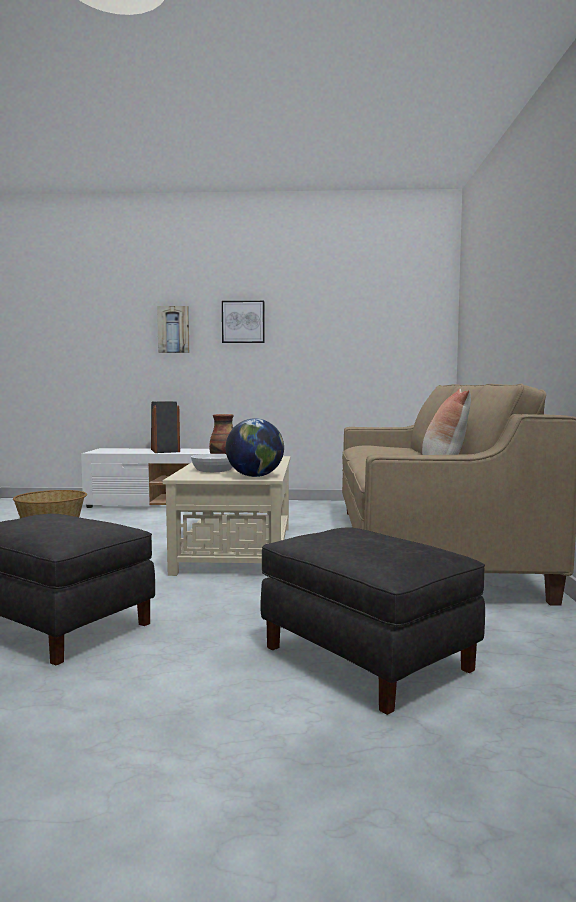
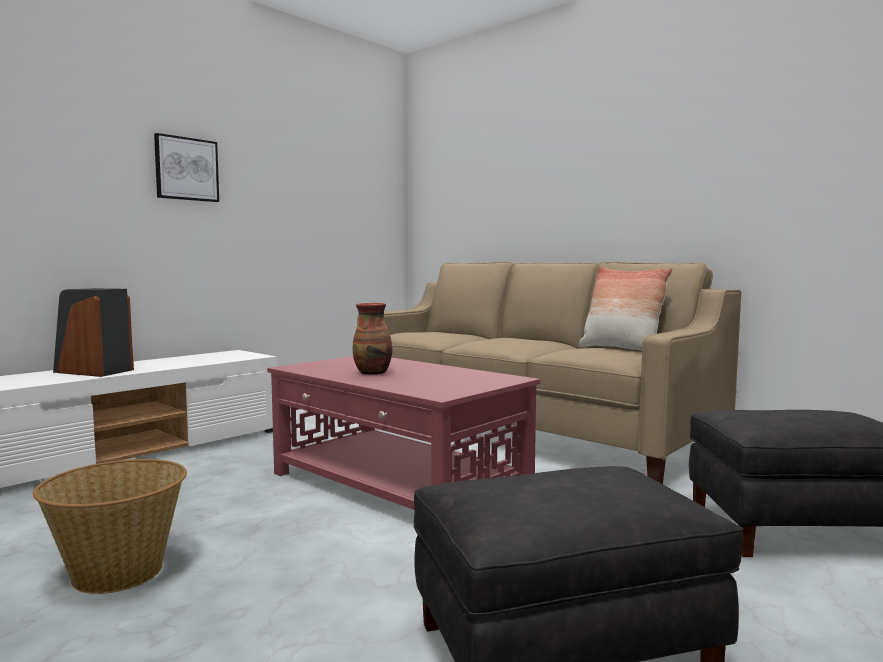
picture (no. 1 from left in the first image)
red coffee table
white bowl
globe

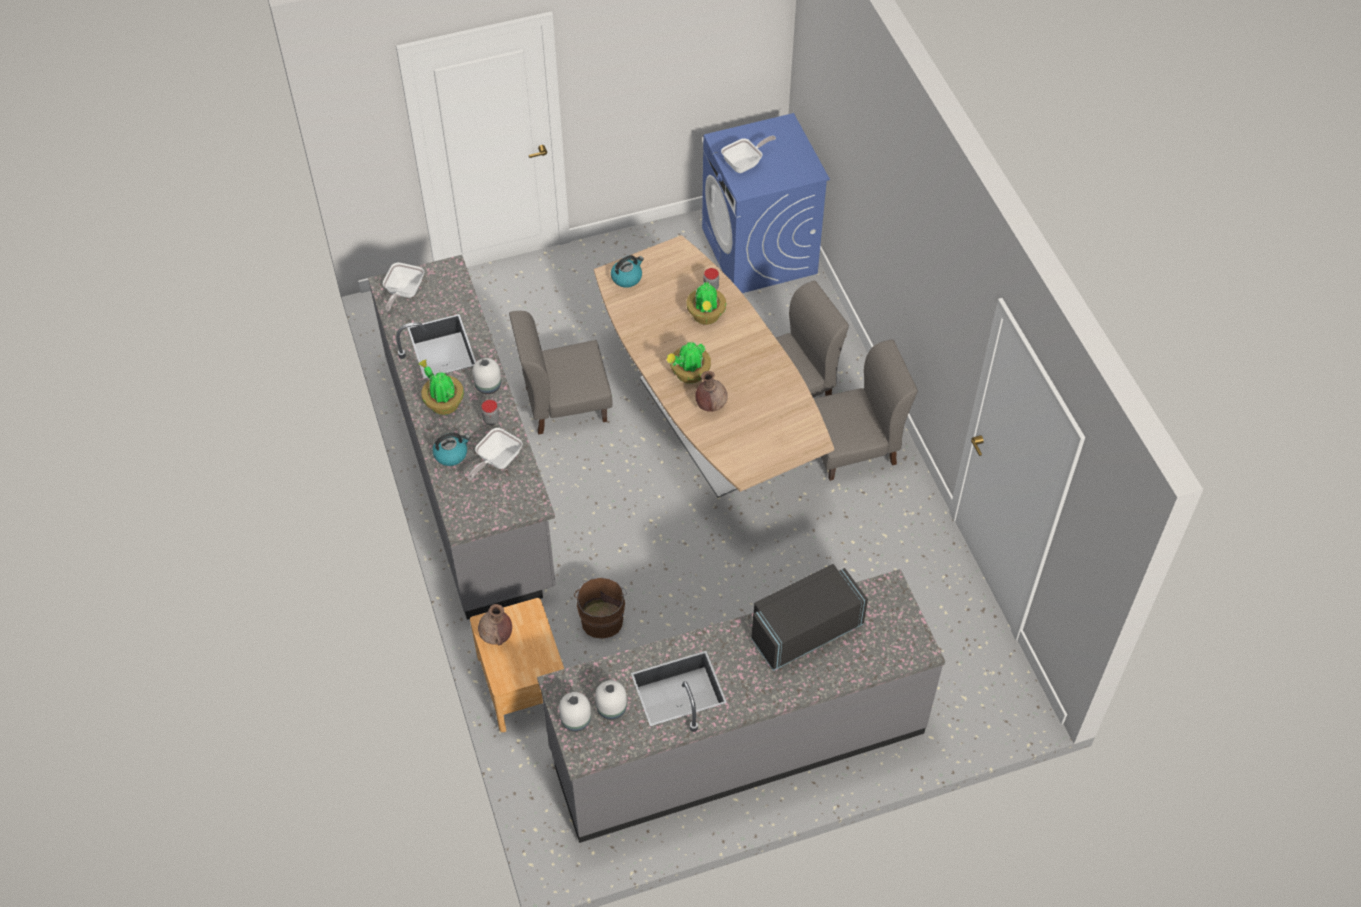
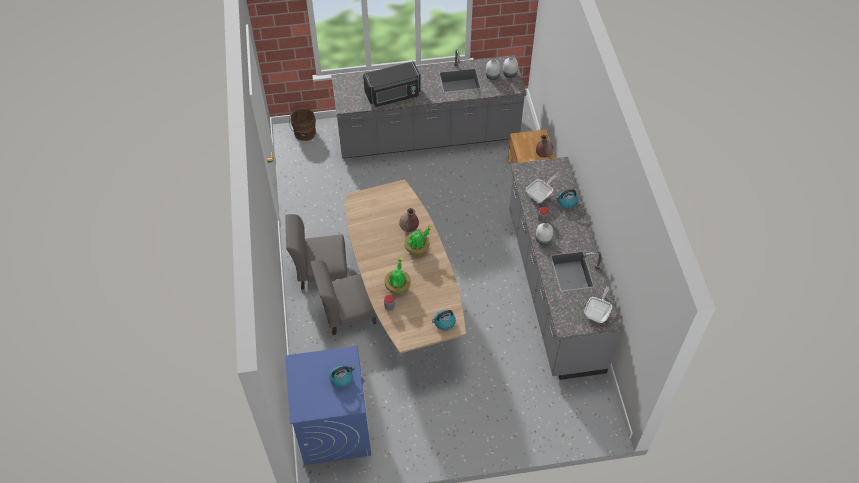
potted plant (no. 1 from left in the first image)
grey chair (no. 1 from left in the first image)
brown bucket
kettle (no. 1 from left)

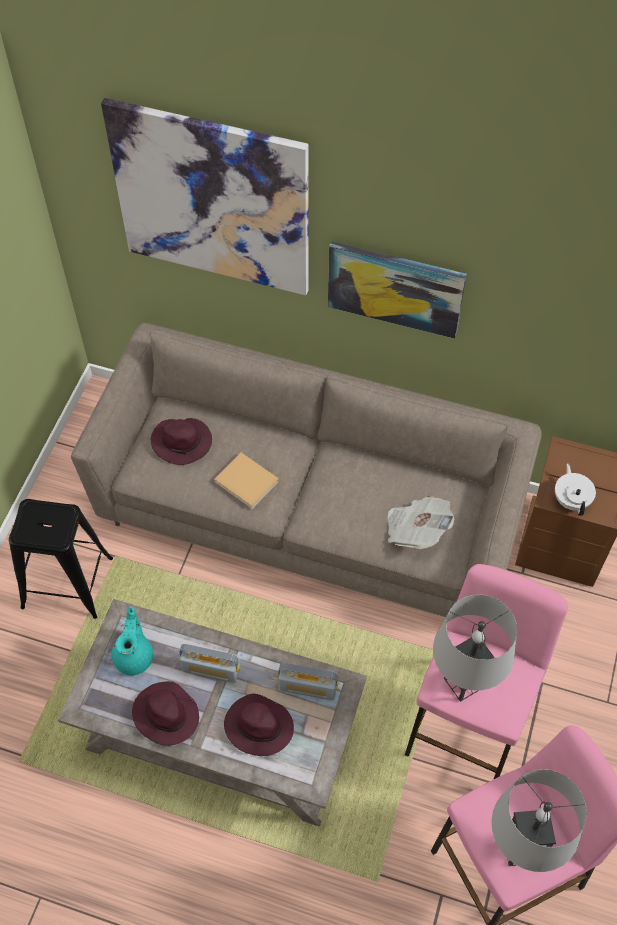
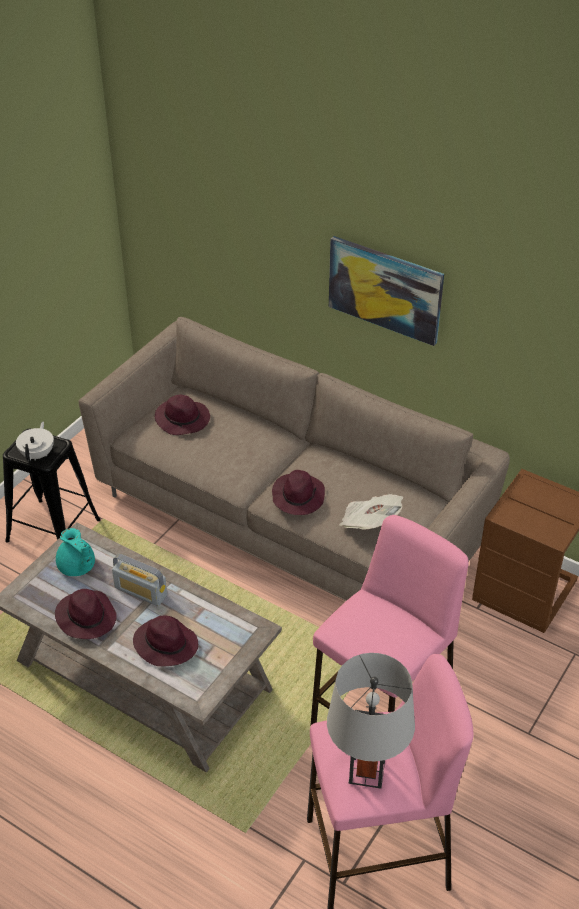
picture (no. 1 from left in the first image)
turquoise teapot
beige book
radio (no. 2 from left in the first image)
grey table lamp (no. 1 from left in the first image)
white teapot
purple hat (no. 4 from left)

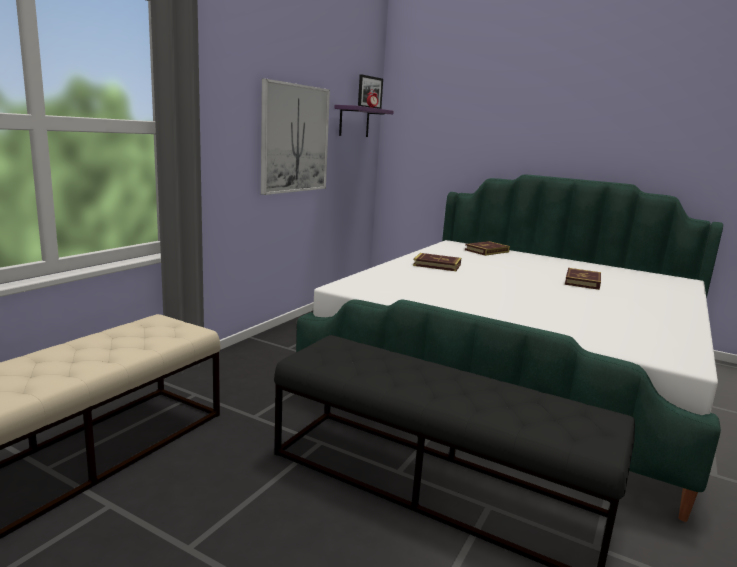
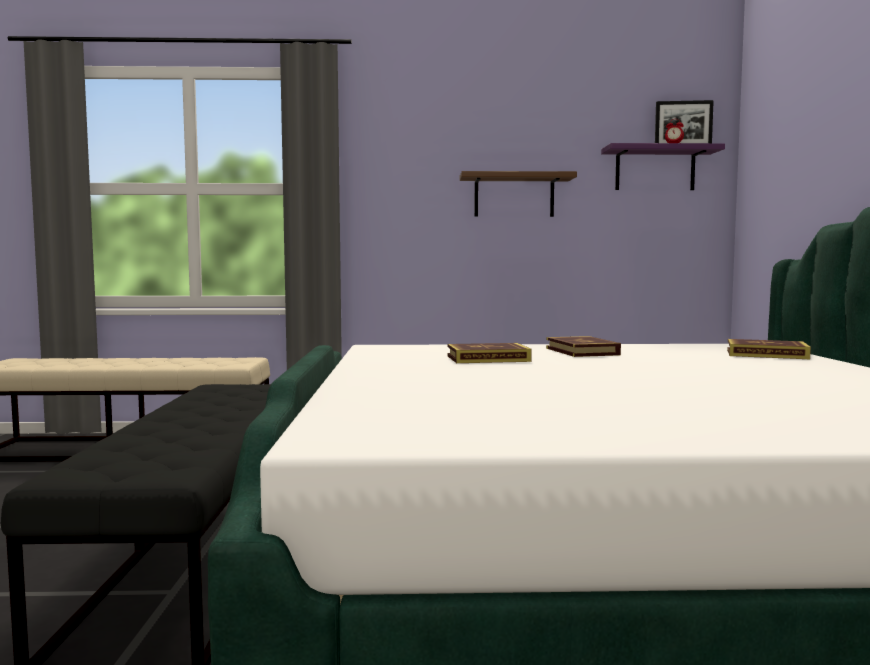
brown shelf
book (no. 1 from left)

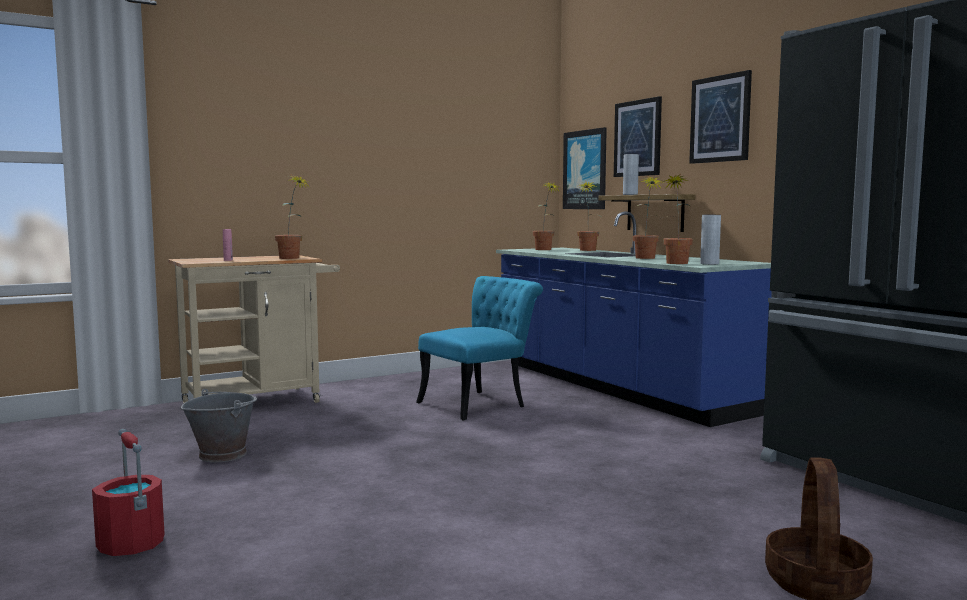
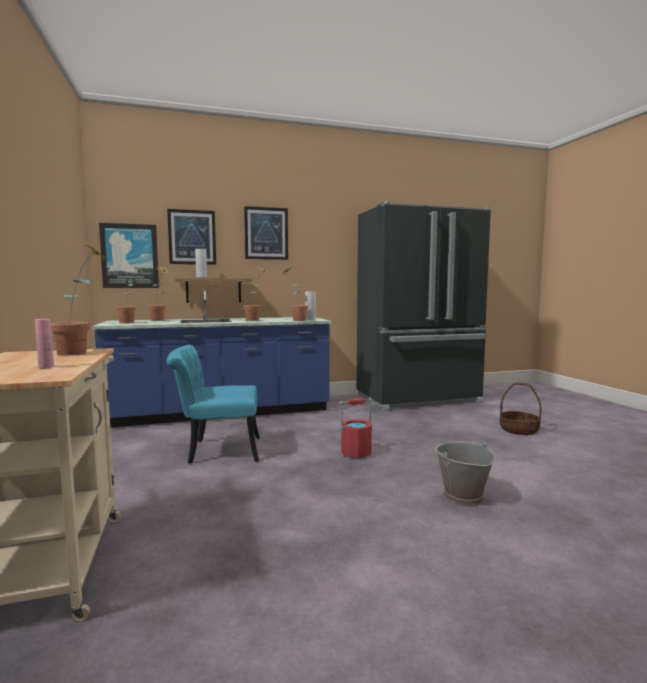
red bucket
grey bucket
turquoise chair

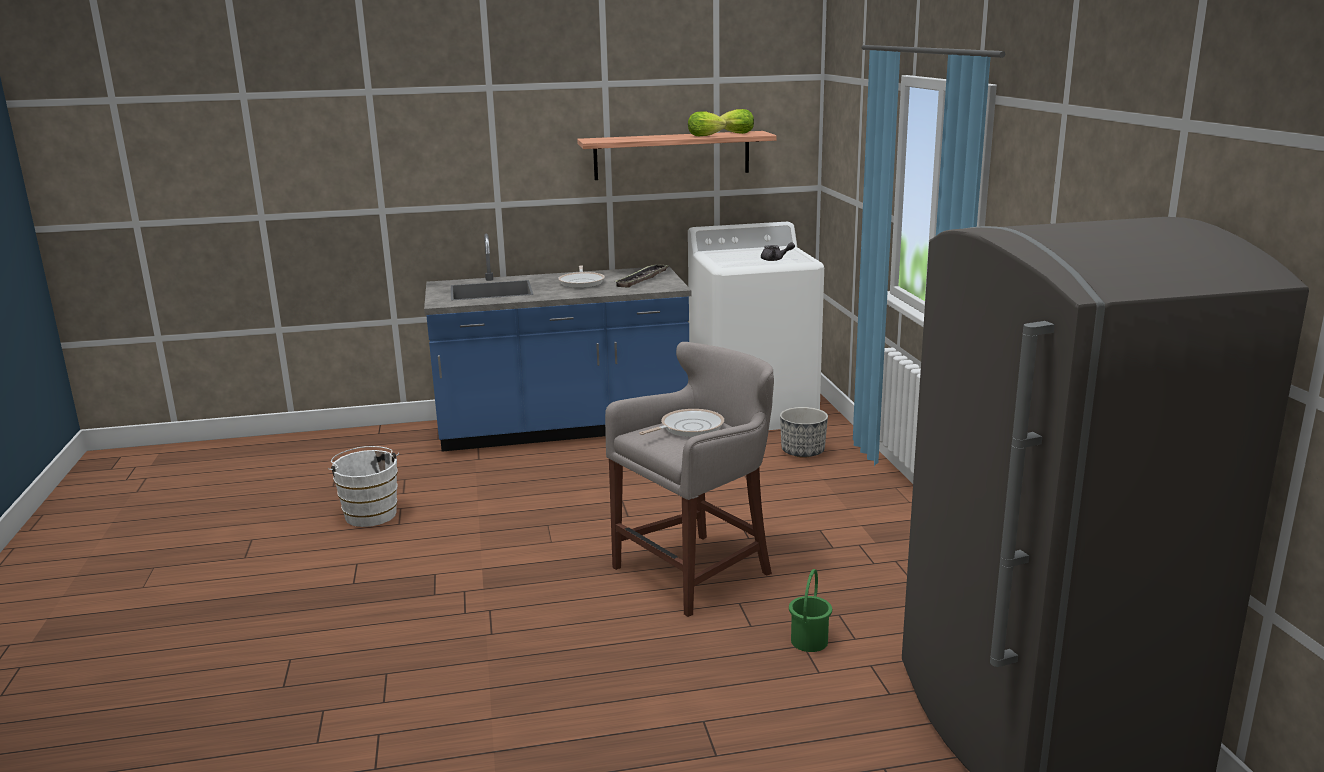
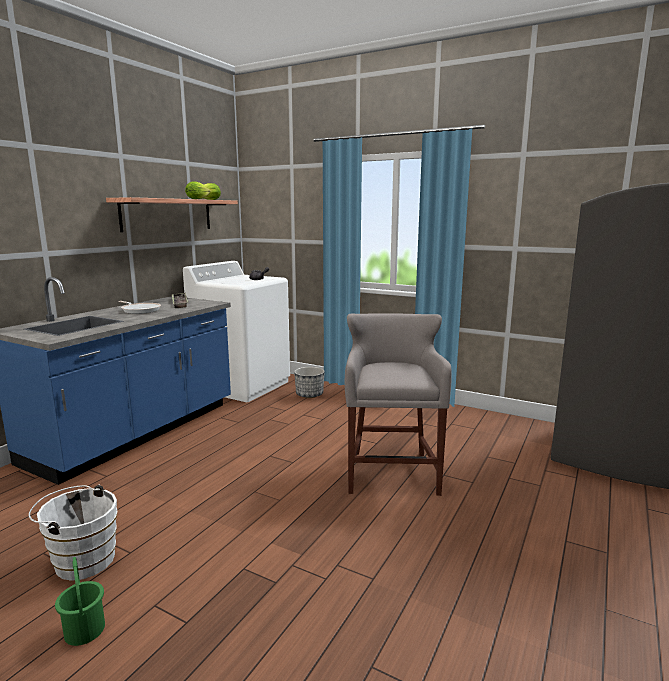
frying pan (no. 2 from left in the first image)
green bucket

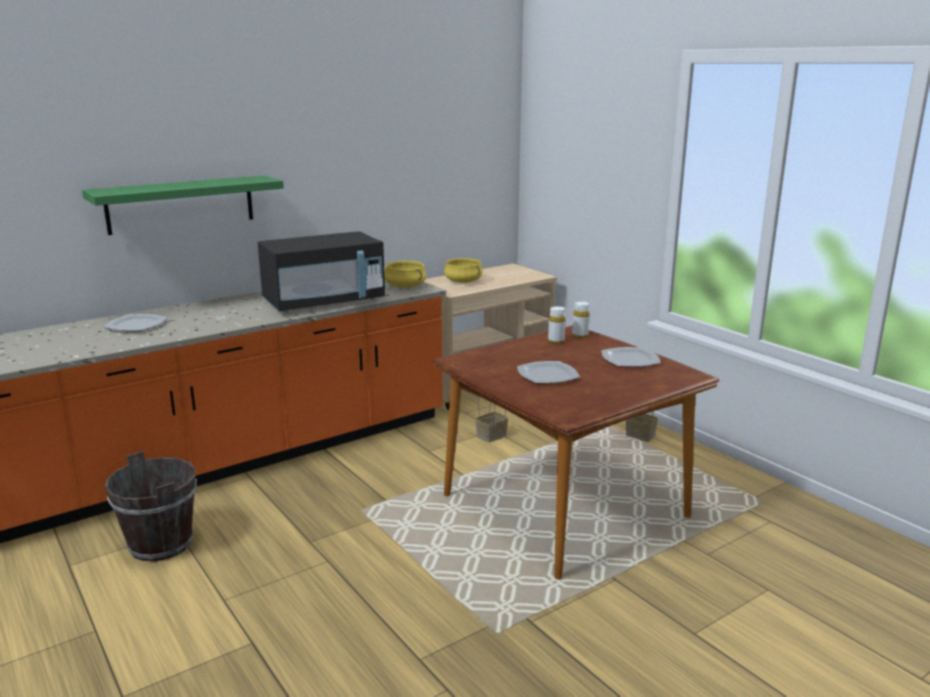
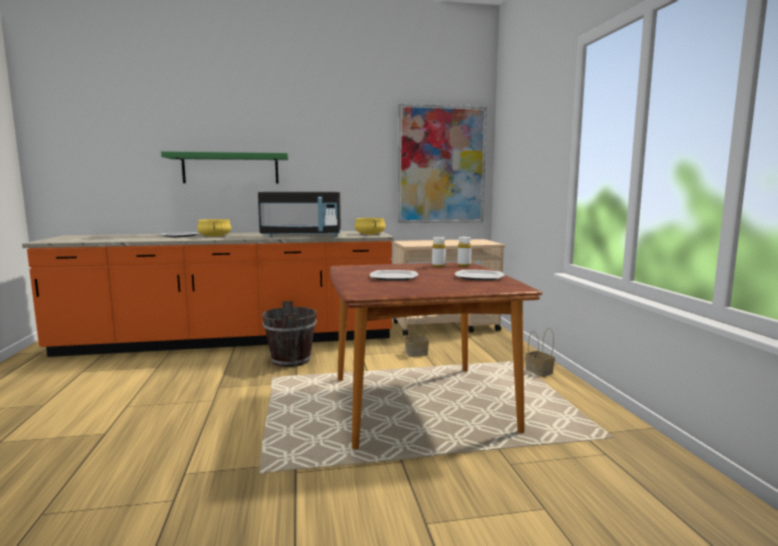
brown bucket
yellow cooking pot (no. 1 from left)
picture

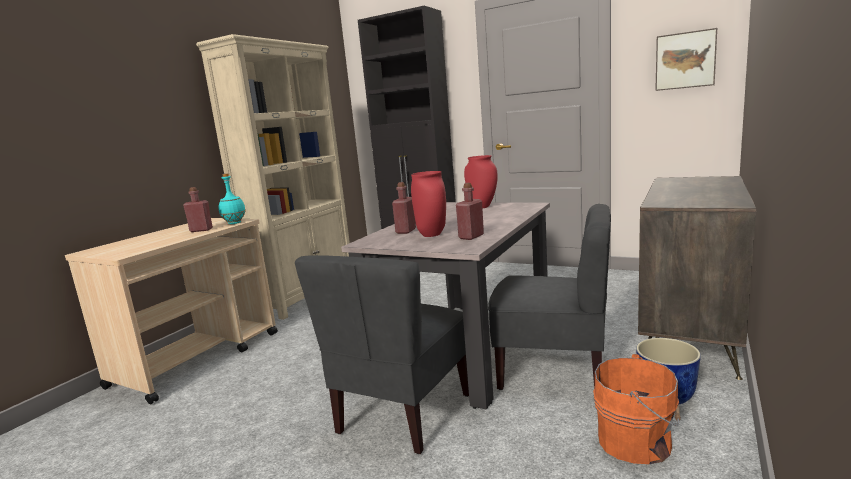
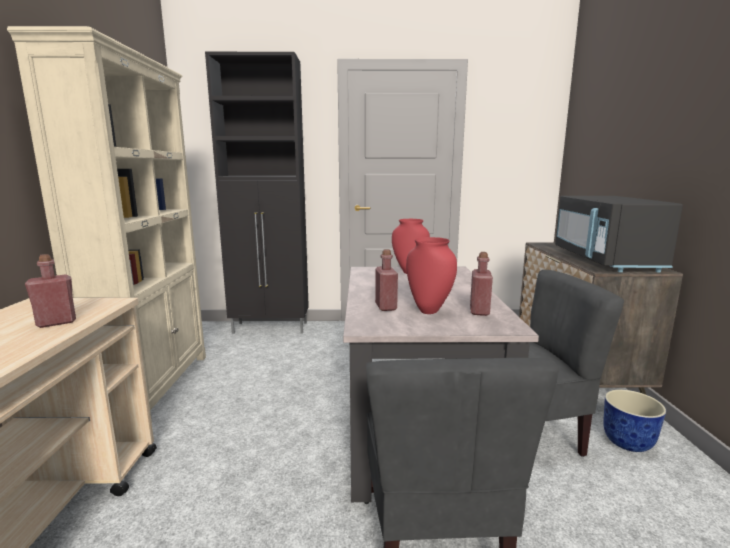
turquoise bottle
orange bucket
picture
black microwave

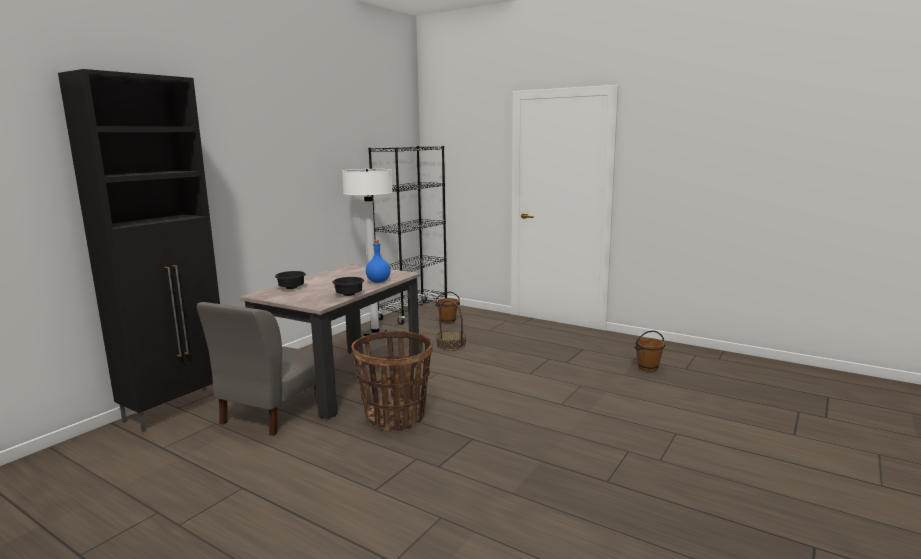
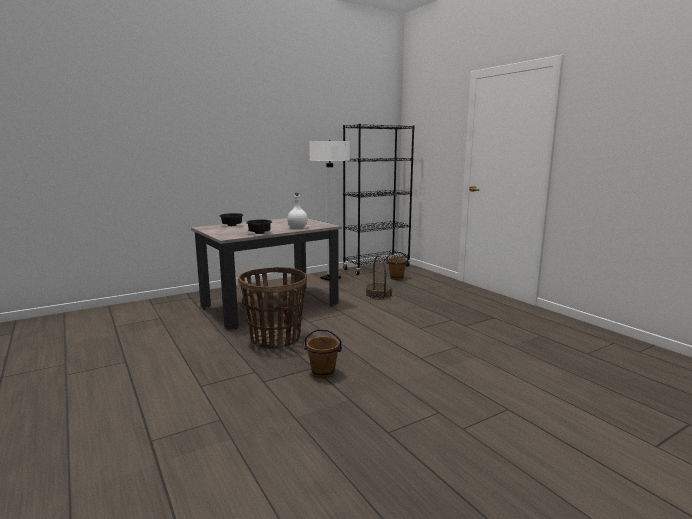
black cabinet
grey chair
white bottle
brown bucket (no. 1 from left)

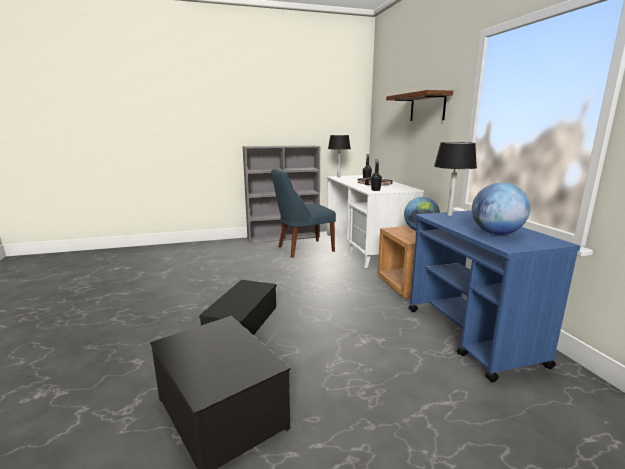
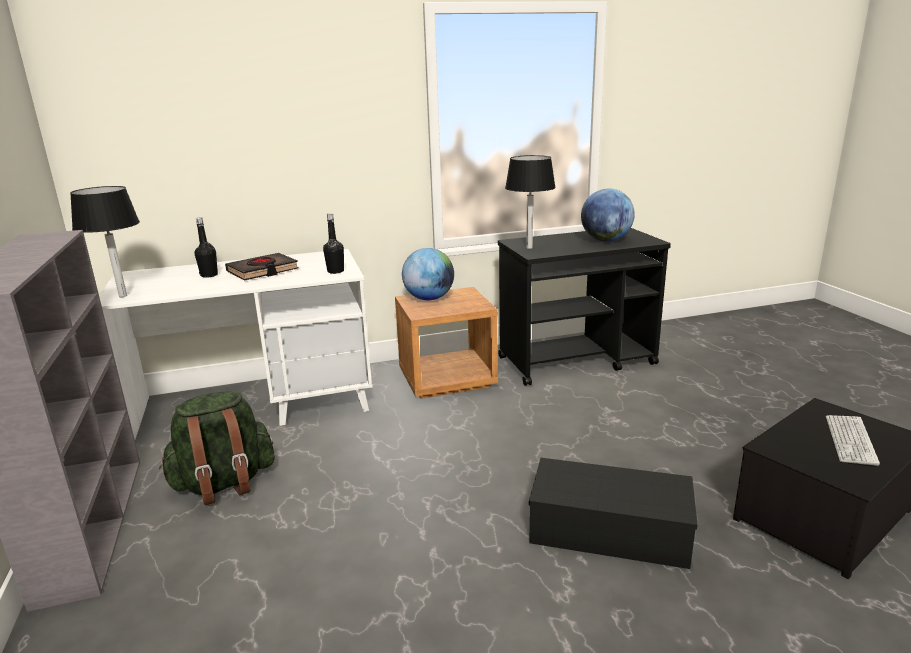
green backpack
brown shelf
black cart
keyboard

